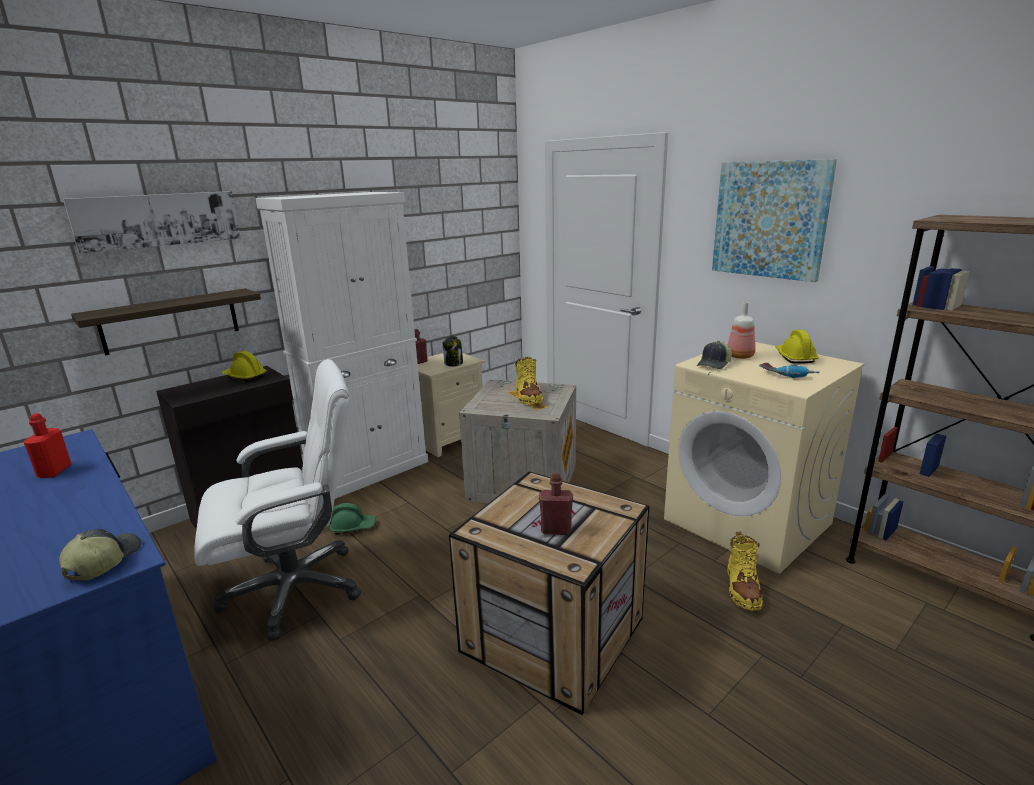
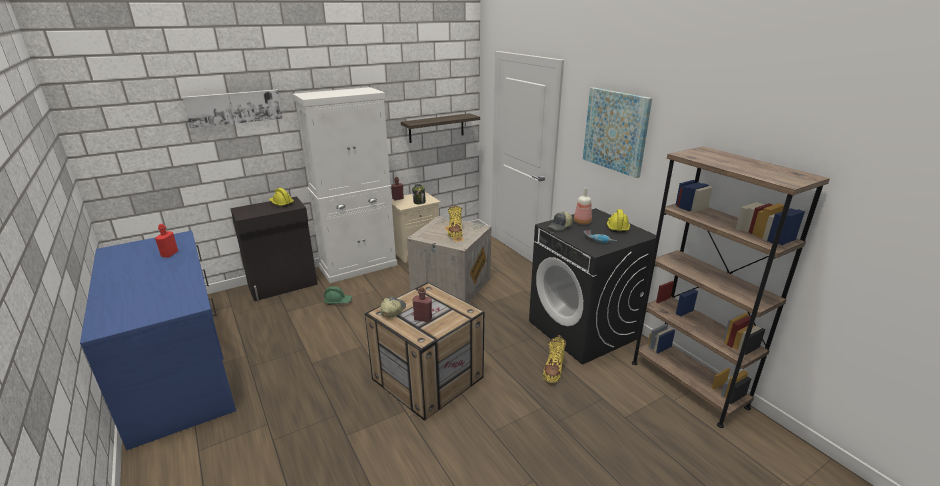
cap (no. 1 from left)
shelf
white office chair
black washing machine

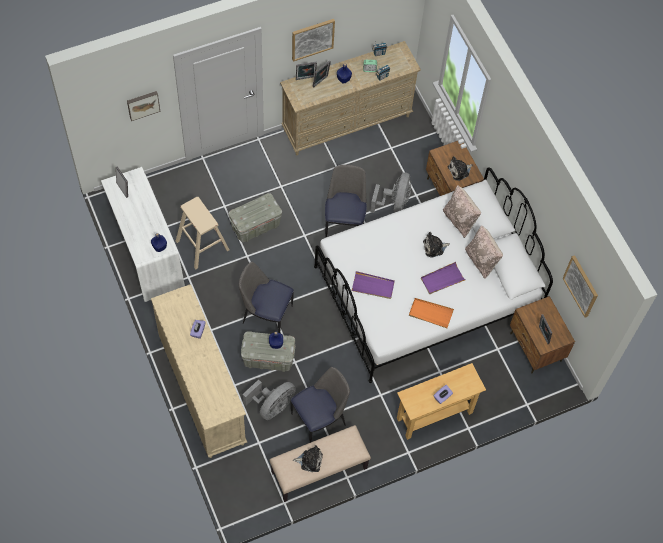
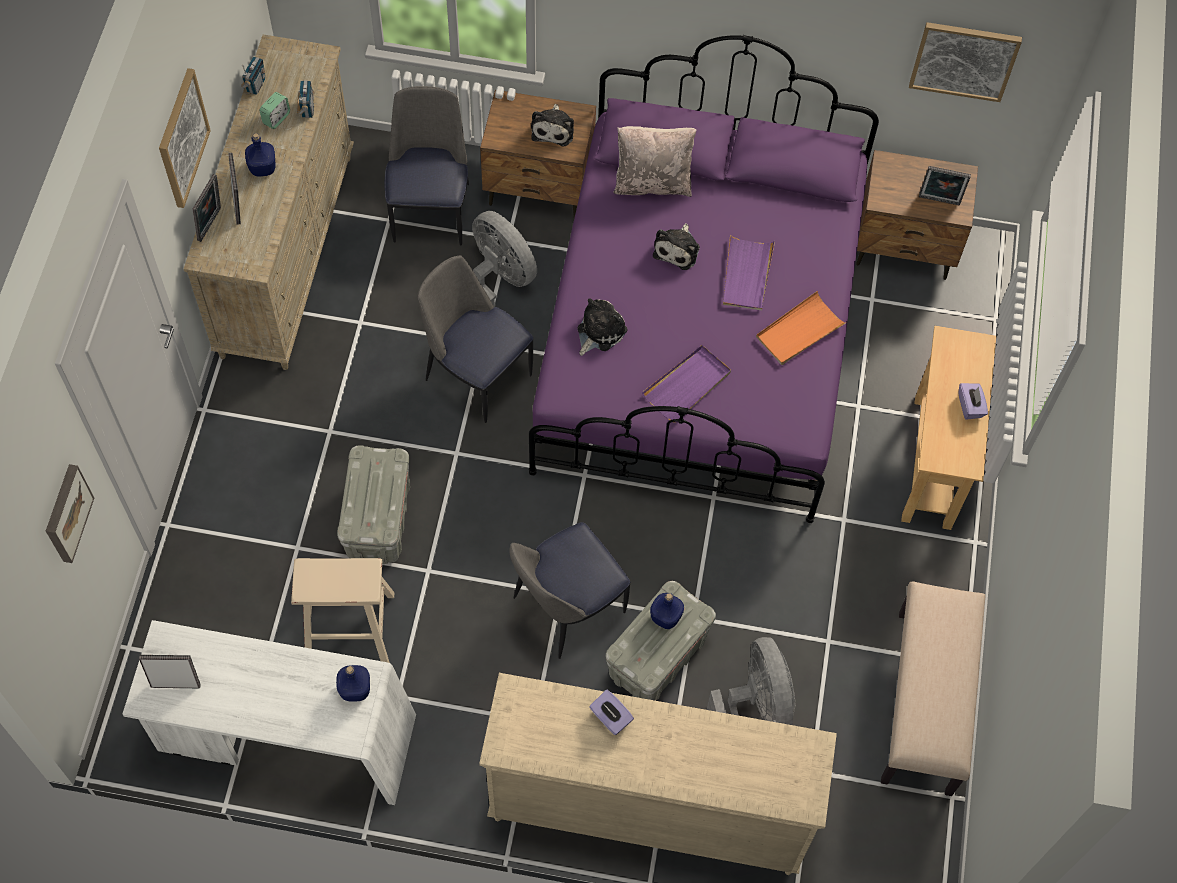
chair (no. 1 from left)
plush toy (no. 2 from left)
purple bed
beige pillow (no. 2 from left in the first image)

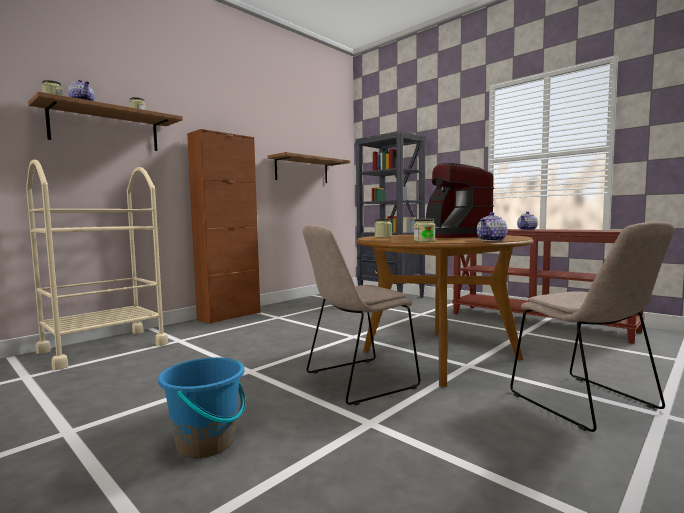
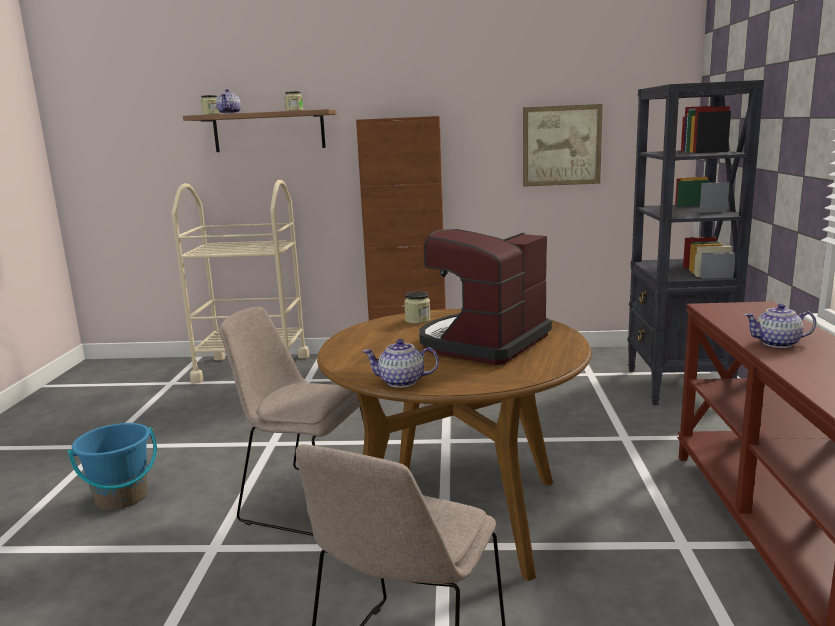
picture
jar (no. 4 from left in the first image)

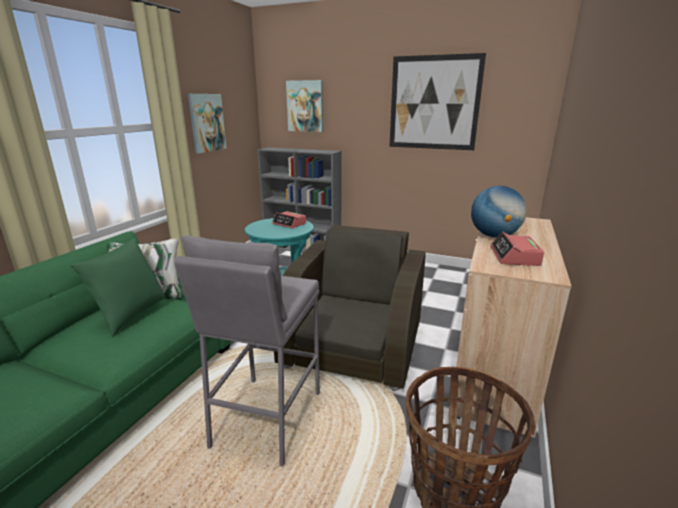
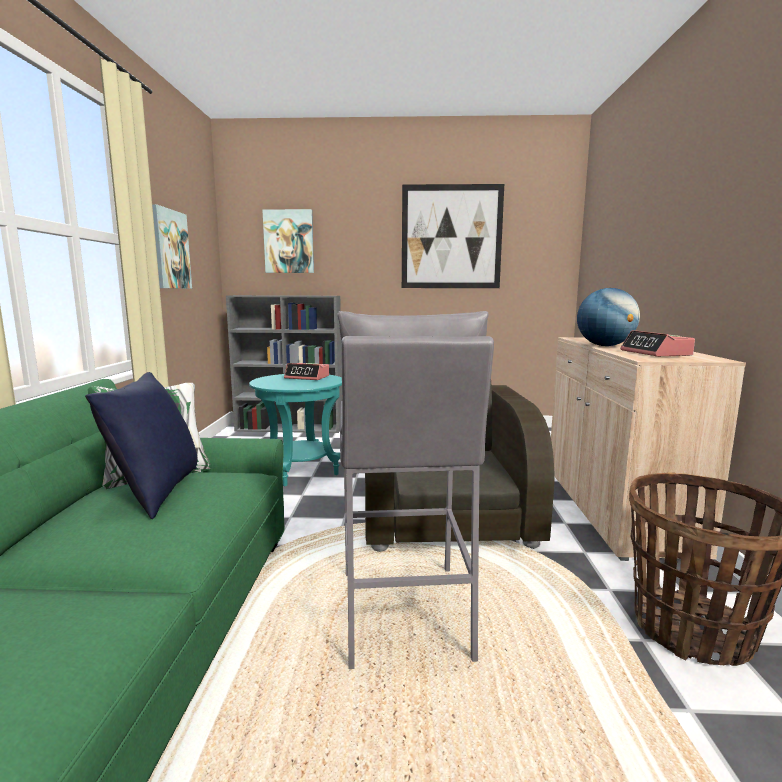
blue pillow

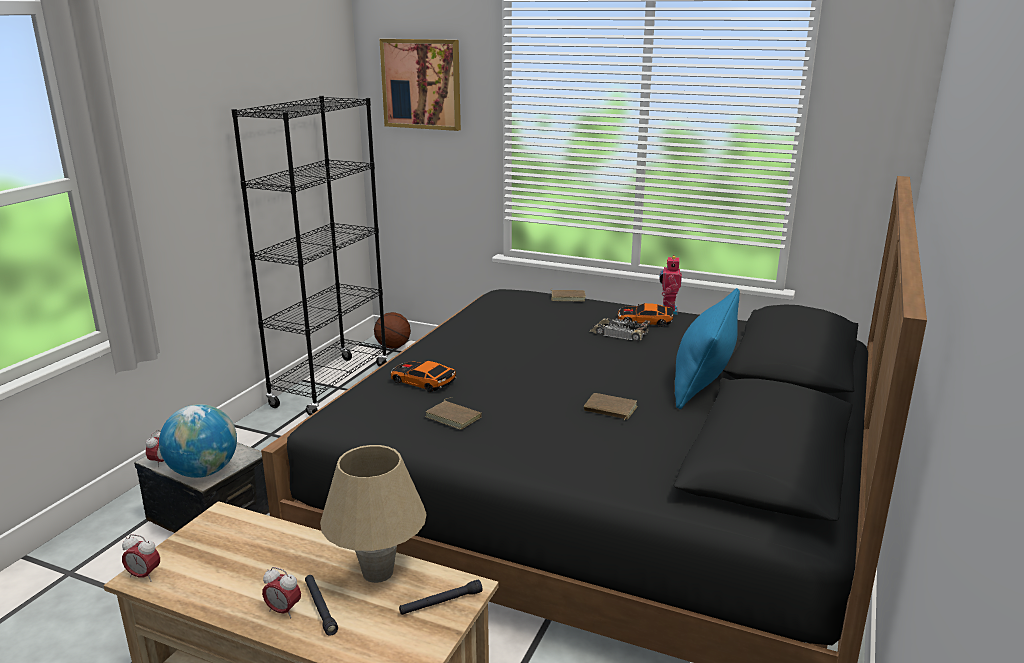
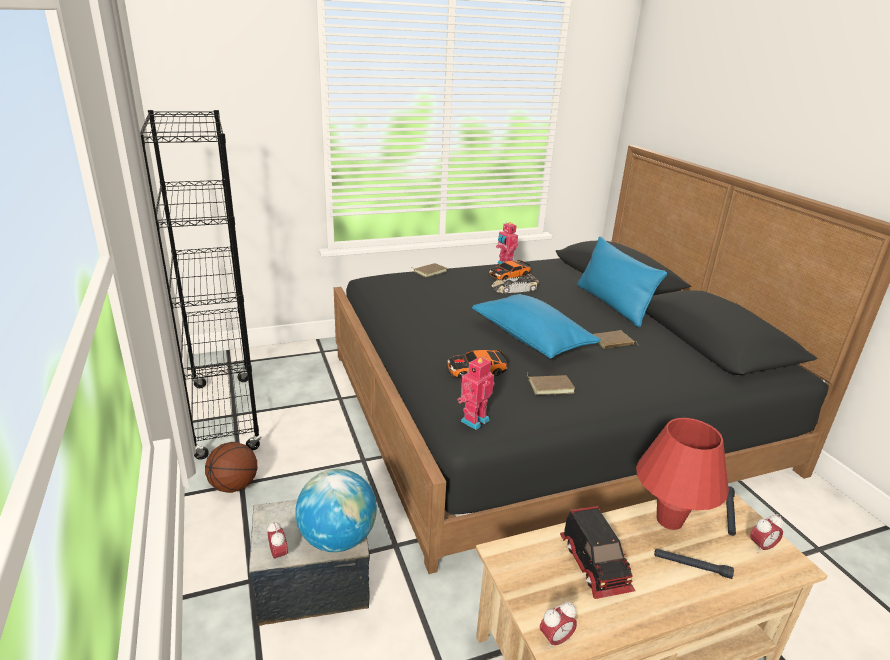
alarm clock (no. 3 from left)
red table lamp
basketball
picture
toy robot (no. 1 from left)
blue pillow (no. 1 from left)
toy truck

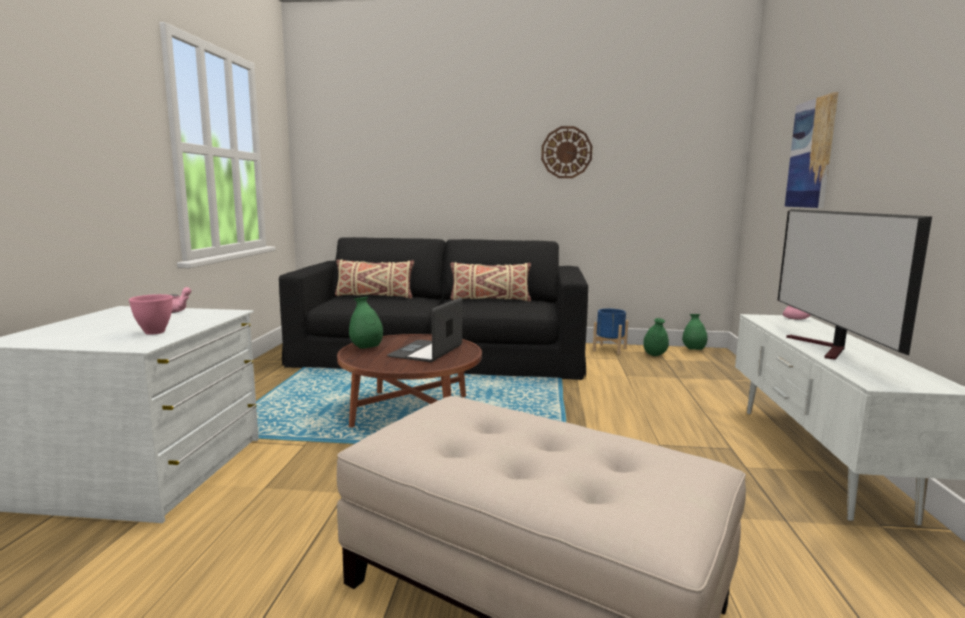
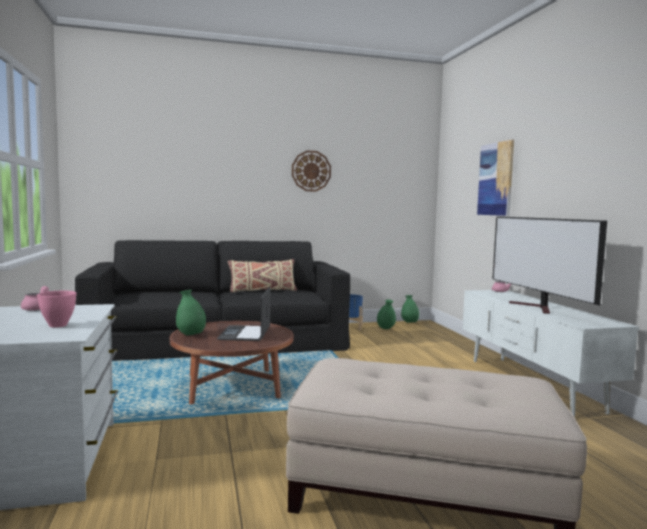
beige pillow (no. 1 from left in the first image)

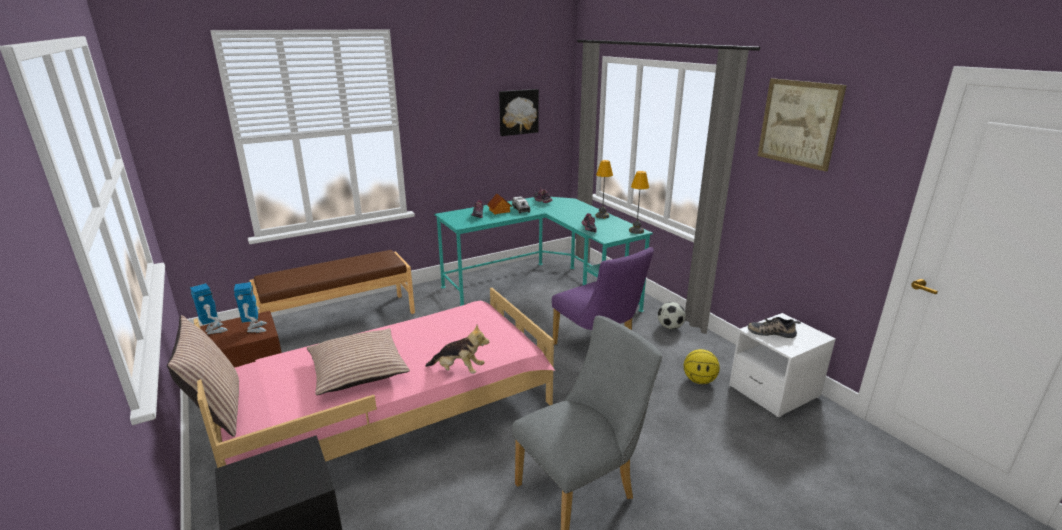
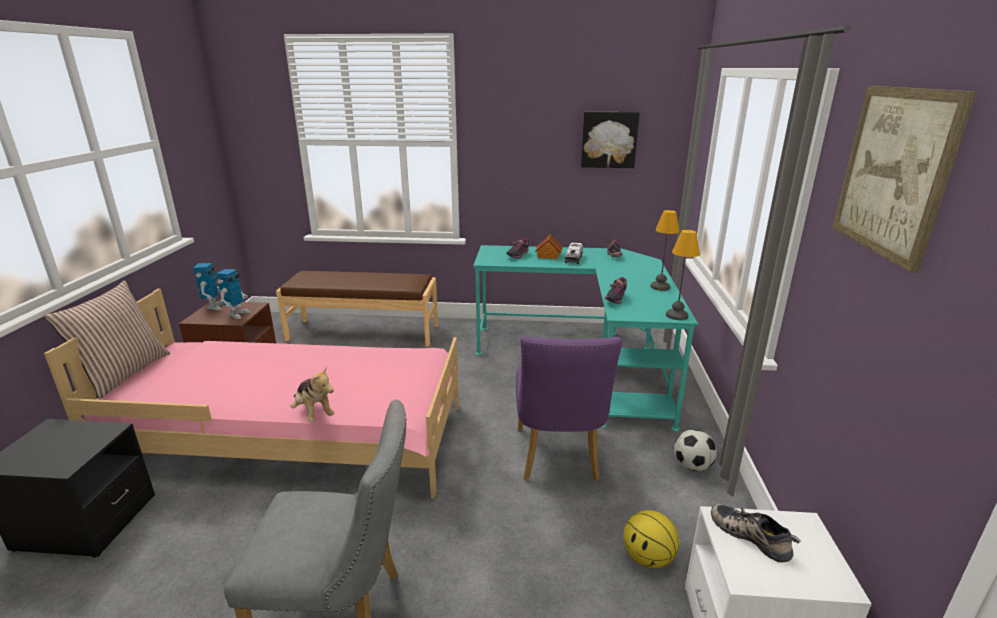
pillow (no. 2 from left in the first image)

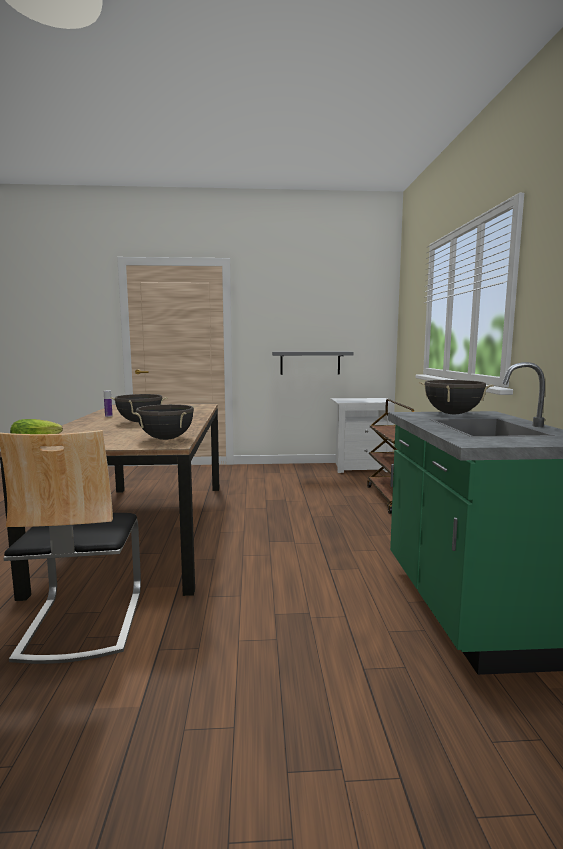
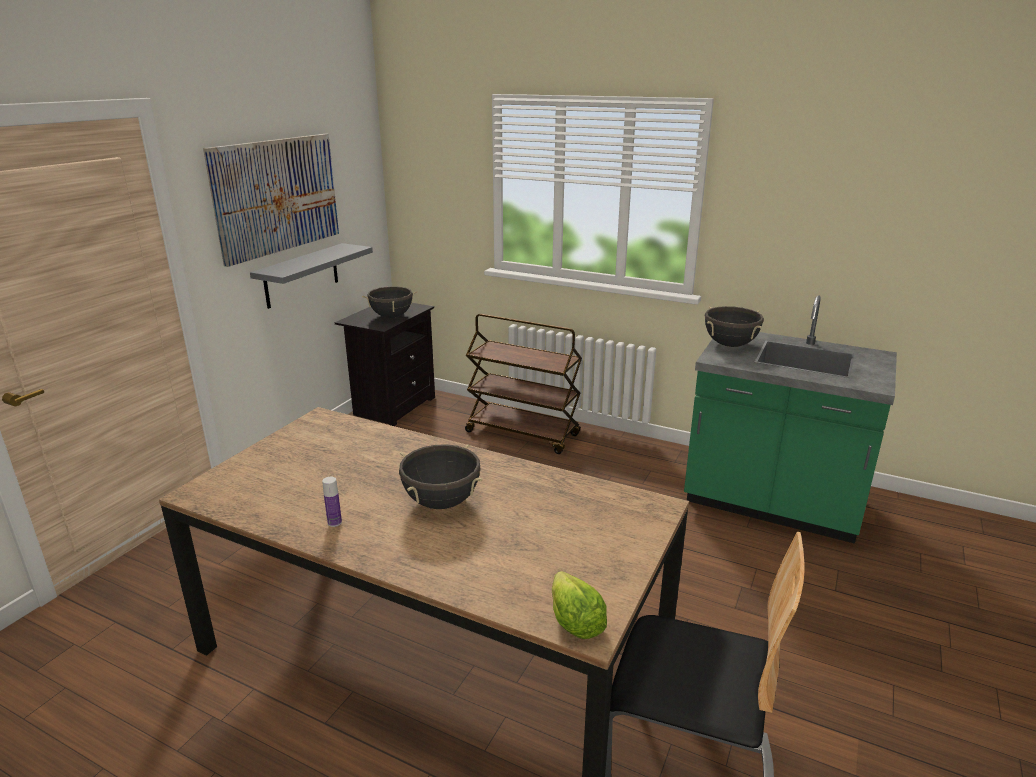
black cooking pot (no. 1 from left)
black nightstand
picture

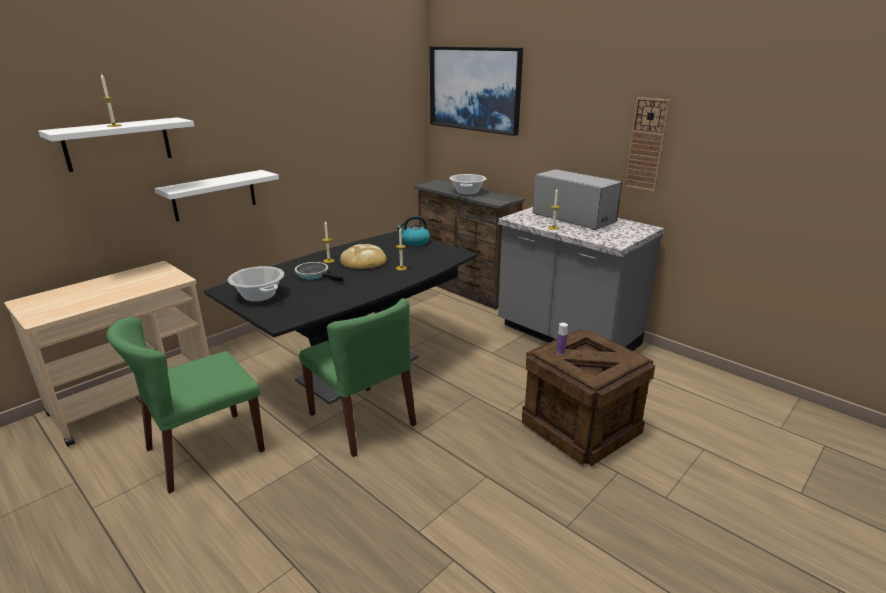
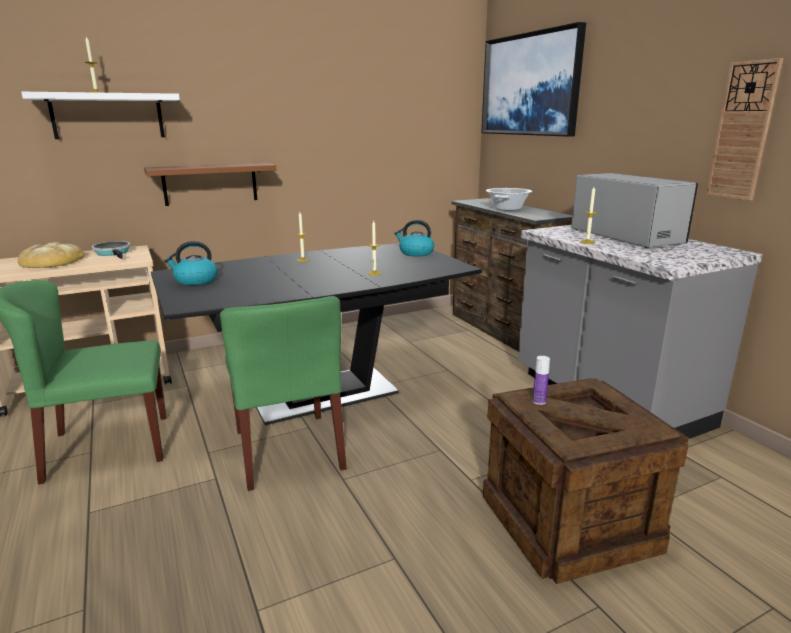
brown shelf
kettle (no. 1 from left)
frying pan
bread

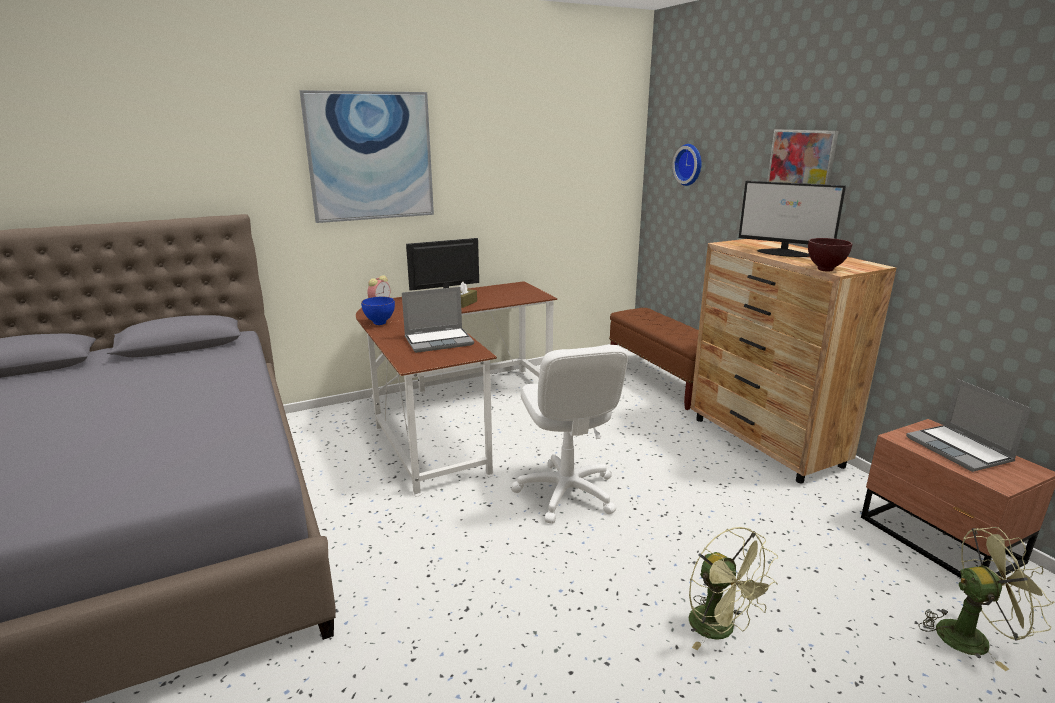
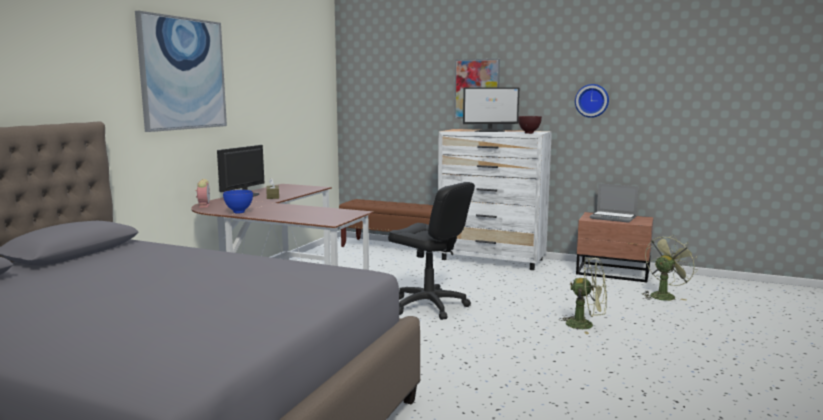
laptop (no. 1 from left in the first image)
black office chair
wall clock
white dresser

